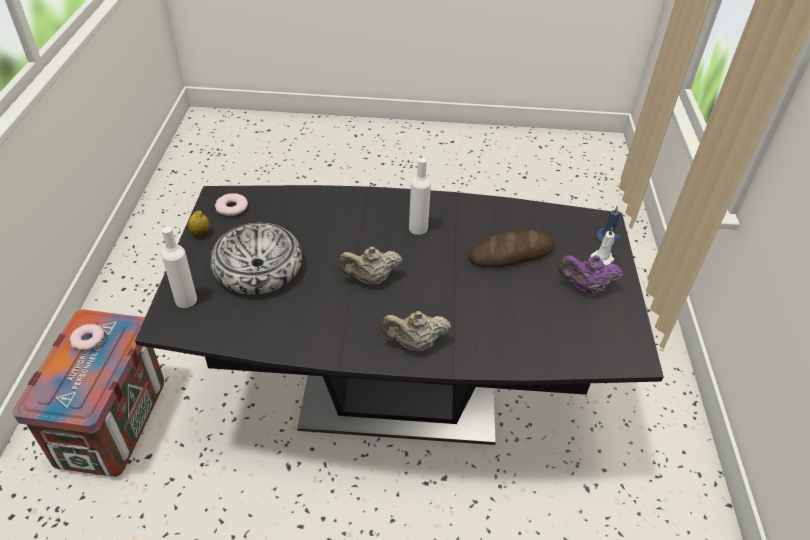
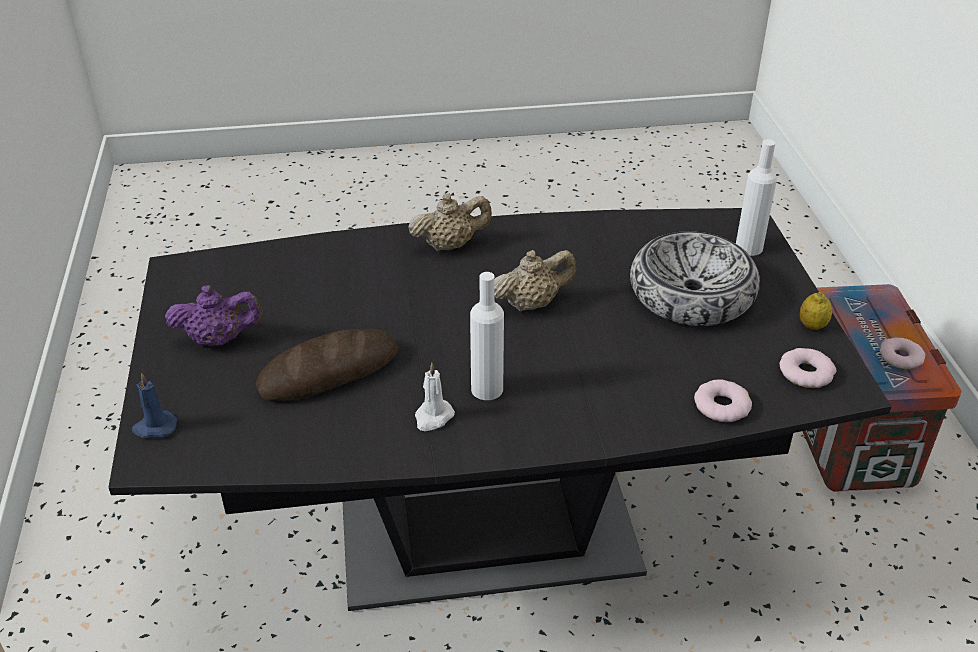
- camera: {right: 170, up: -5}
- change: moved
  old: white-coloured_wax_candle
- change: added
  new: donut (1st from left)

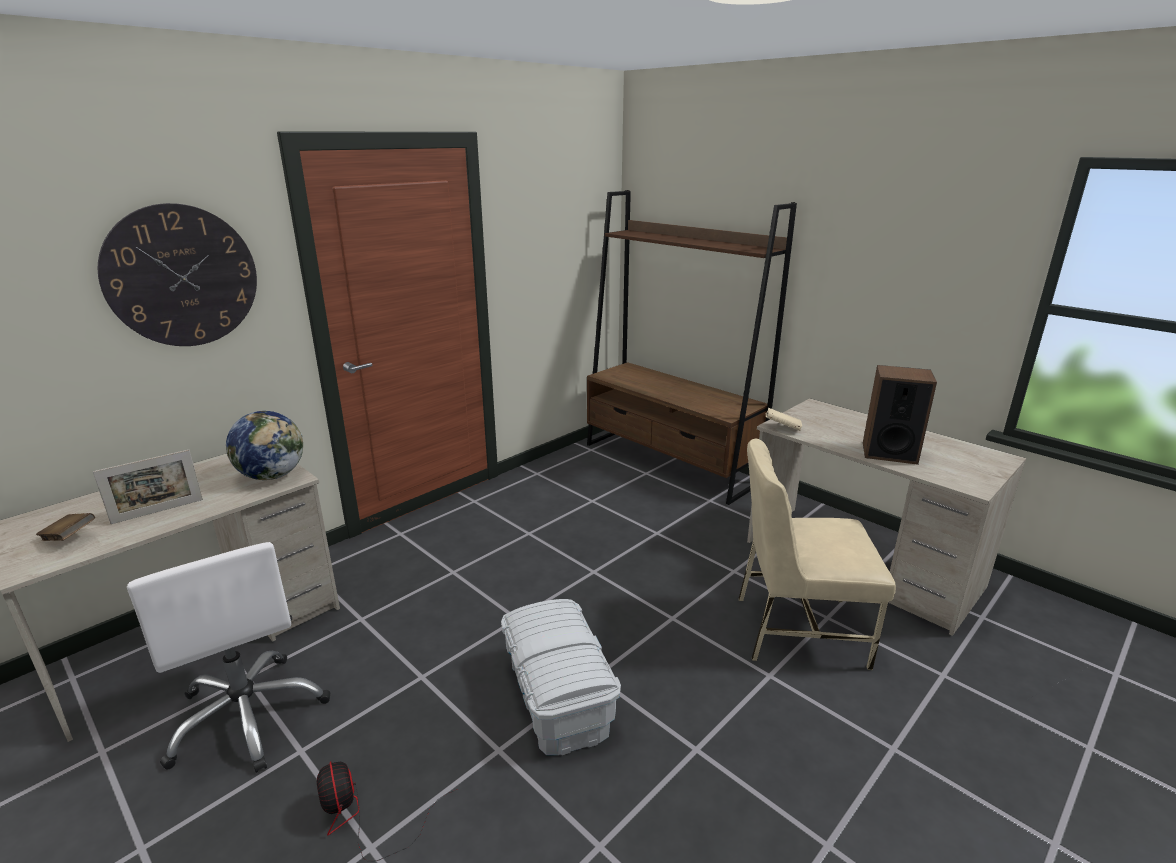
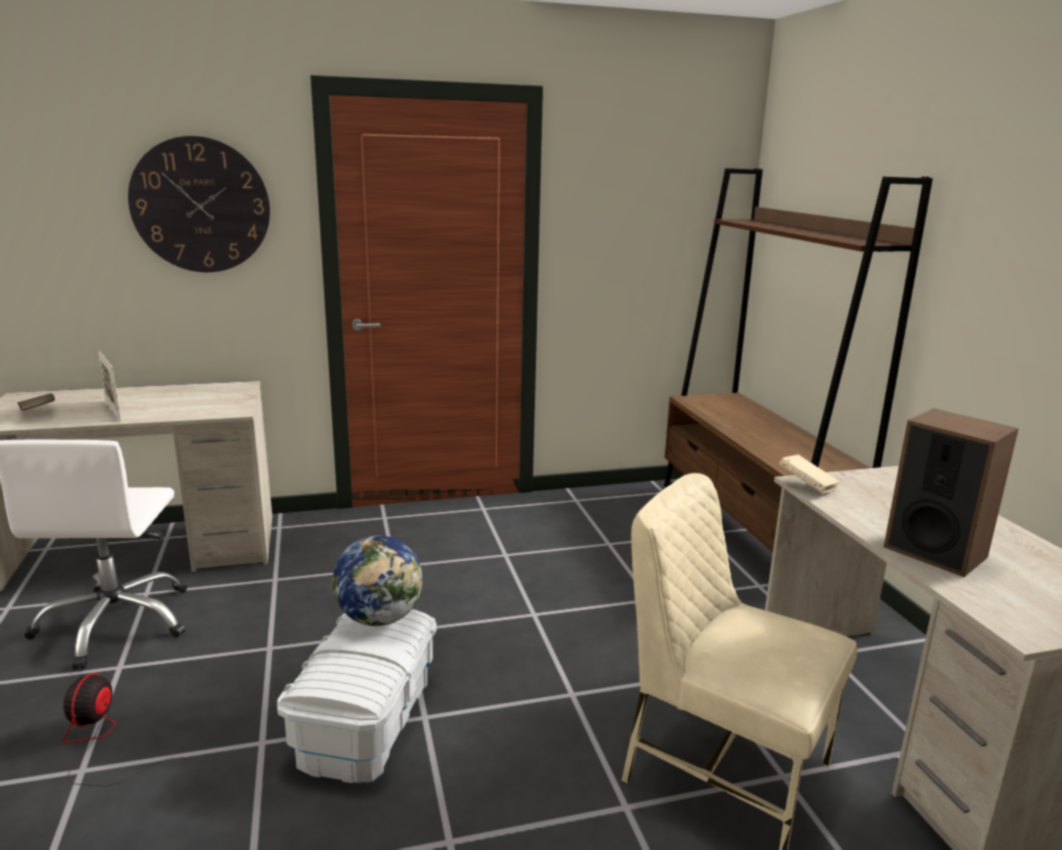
- camera: {right: 30, up: -5}
- change: moved
  old: desk_globe
- change: turned
  old: standing_frame
  degrees: 60

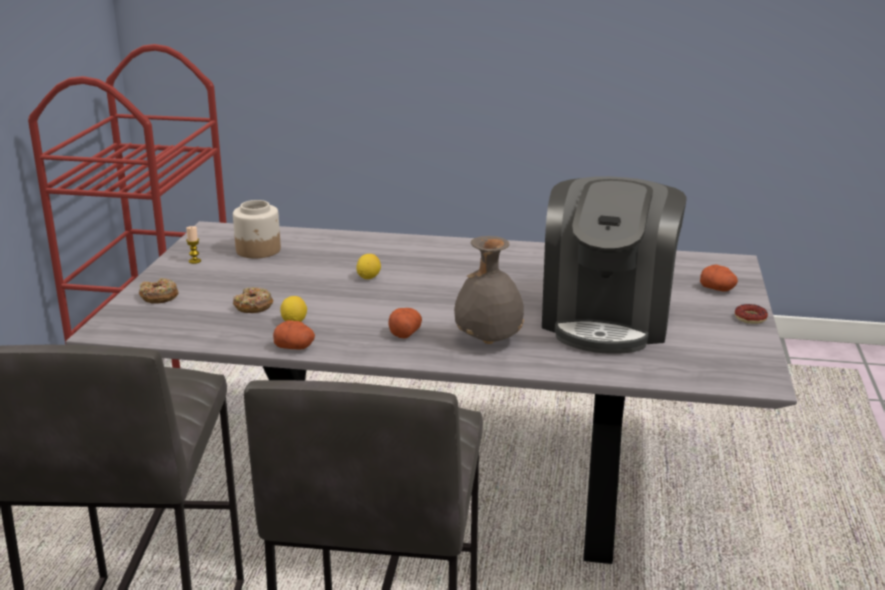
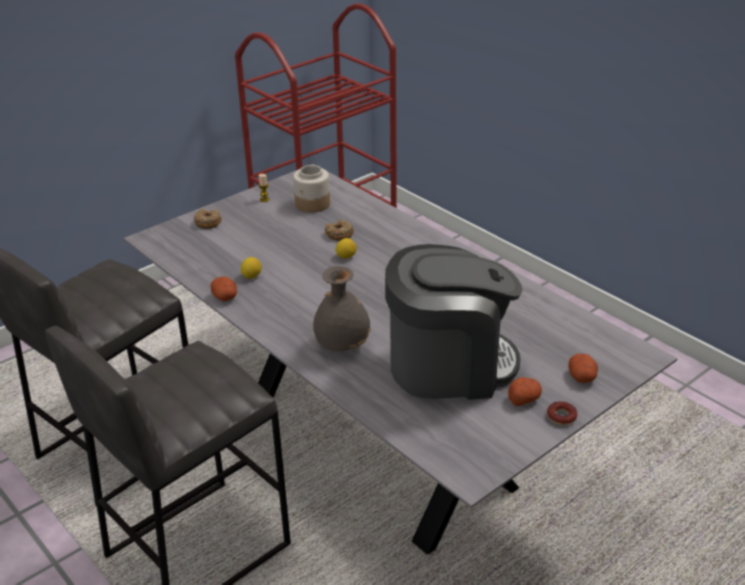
- camera: {right: 40, up: 10}
- change: turned
  old: coffee_machine
  degrees: -150
- change: moved
  old: donut (2nd from left)
- change: moved
  old: potato (2nd from left)

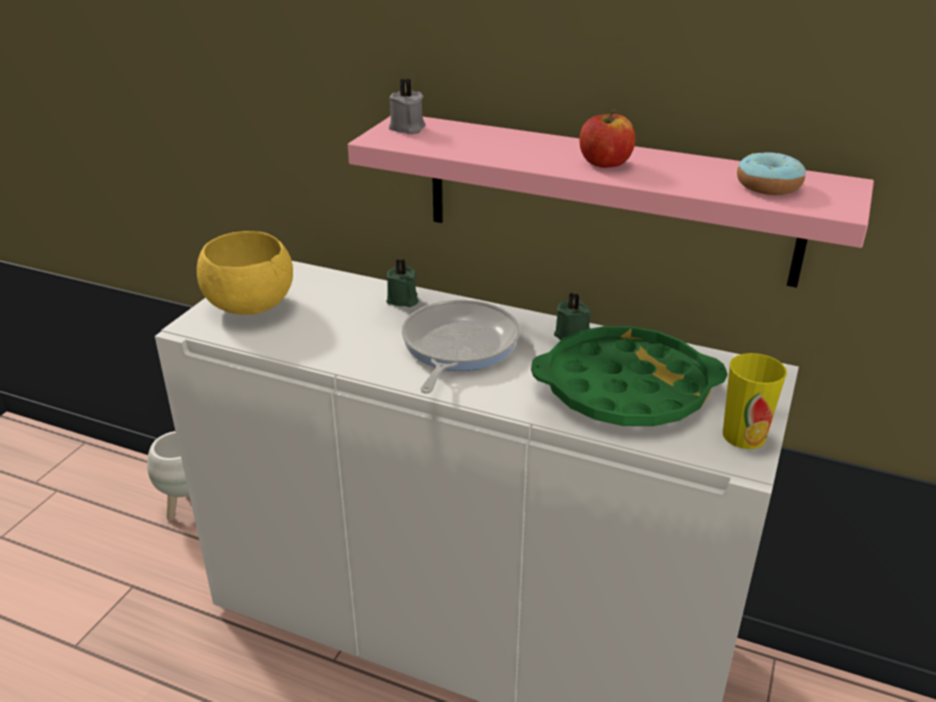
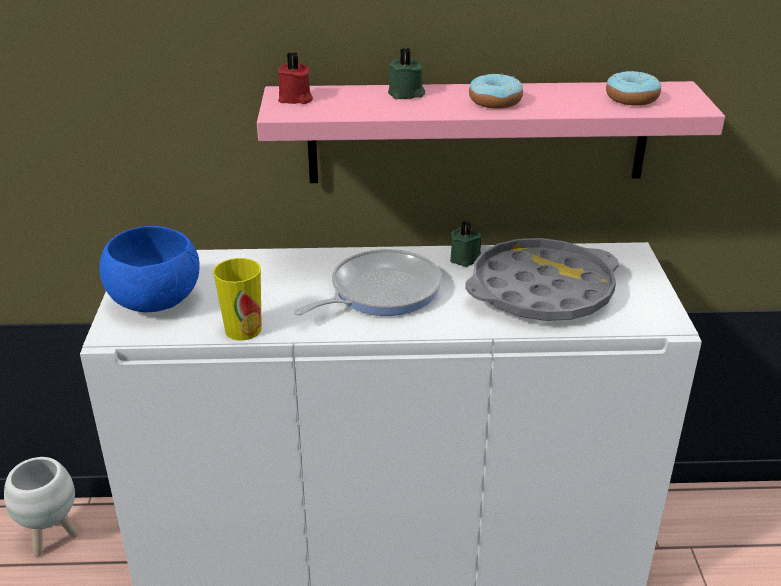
- camera: {right: -25, up: 0}
- change: recoloured
  old: gray_wax_candle
  new: red_wax_candle
- change: replaced
  old: apple
  new: donut (1st from left)
- change: recoloured
  old: yellow-coloured_deep_dish
  new: bluish_deep_dish
- change: moved
  old: green-coloured_wax_candle (1st from left)
- change: turned
  old: skillet
  degrees: 60
- change: recoloured
  old: green-coloured_carrying_tray
  new: gray_carrying_tray
- change: moved
  old: cup

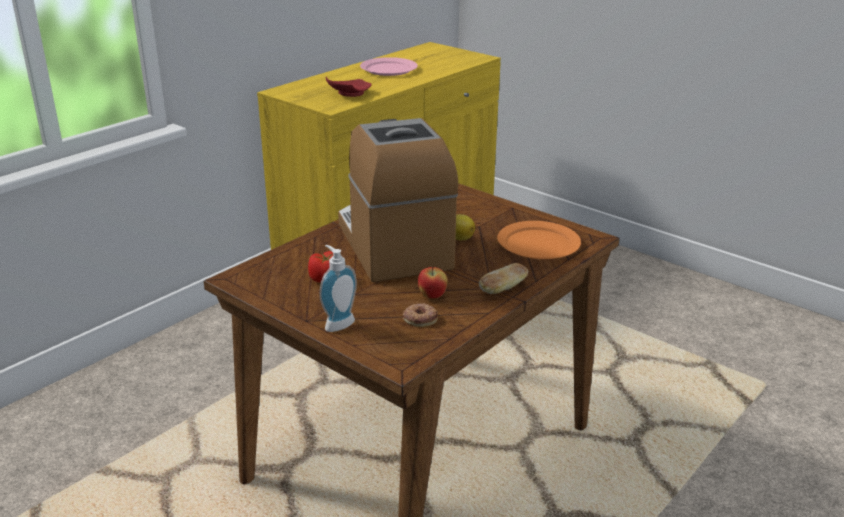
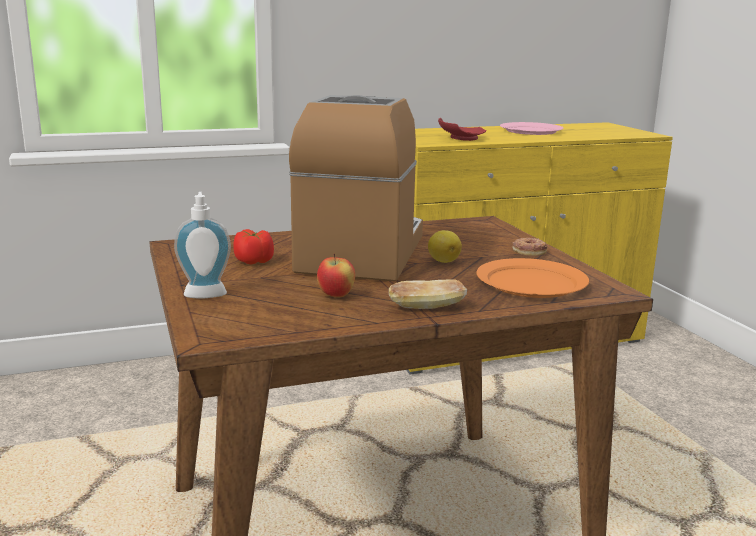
- camera: {right: 30, up: -10}
- change: moved
  old: donut

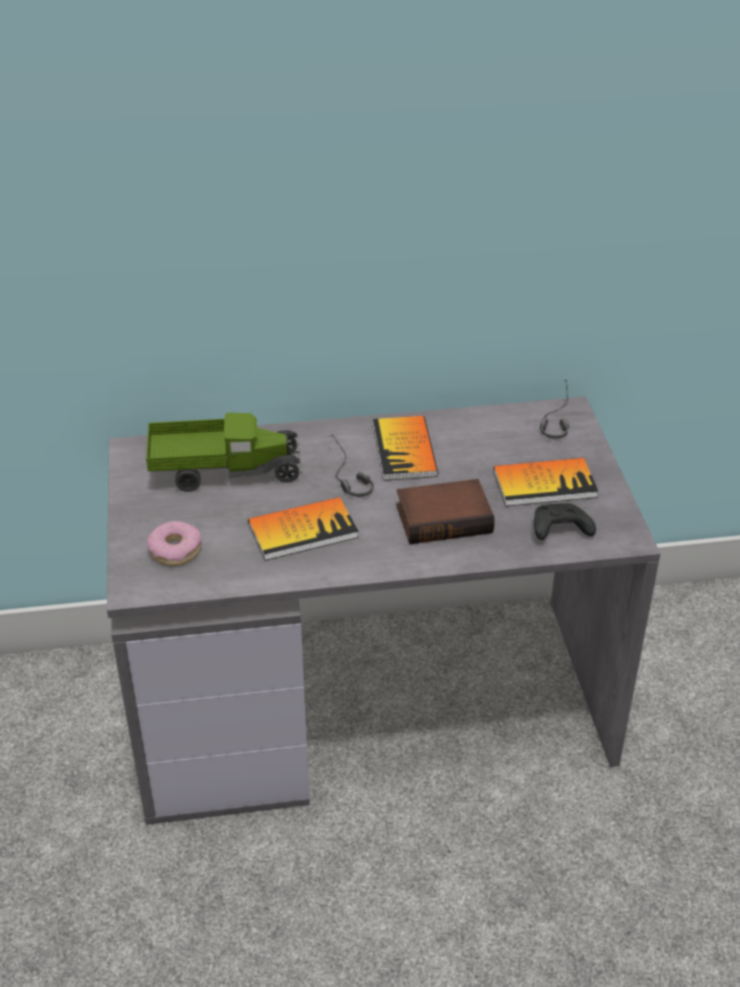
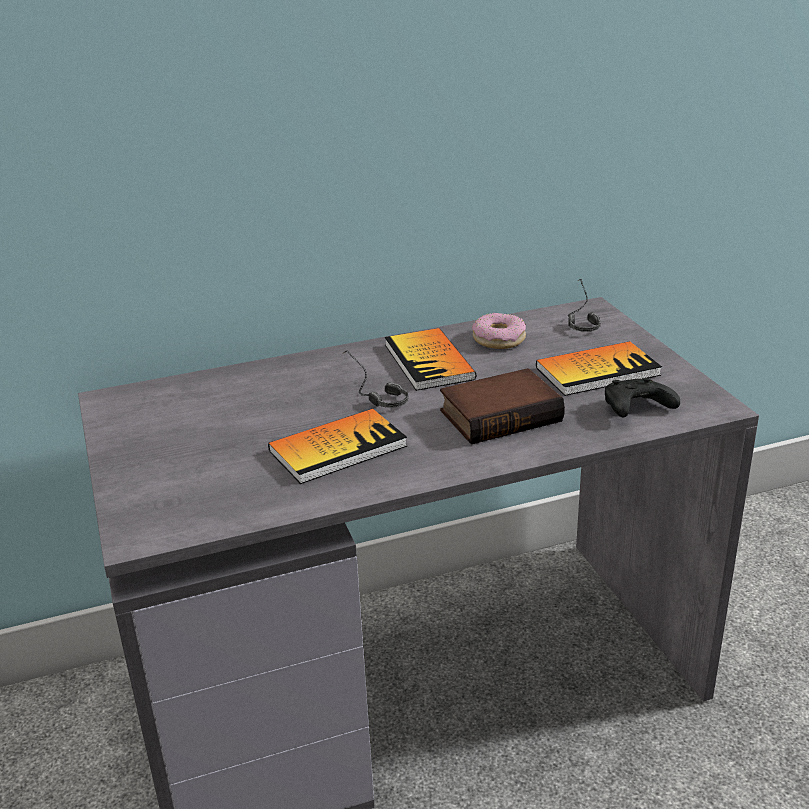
- camera: {right: -10, up: -10}
- change: removed
  old: model_truck
- change: moved
  old: donut

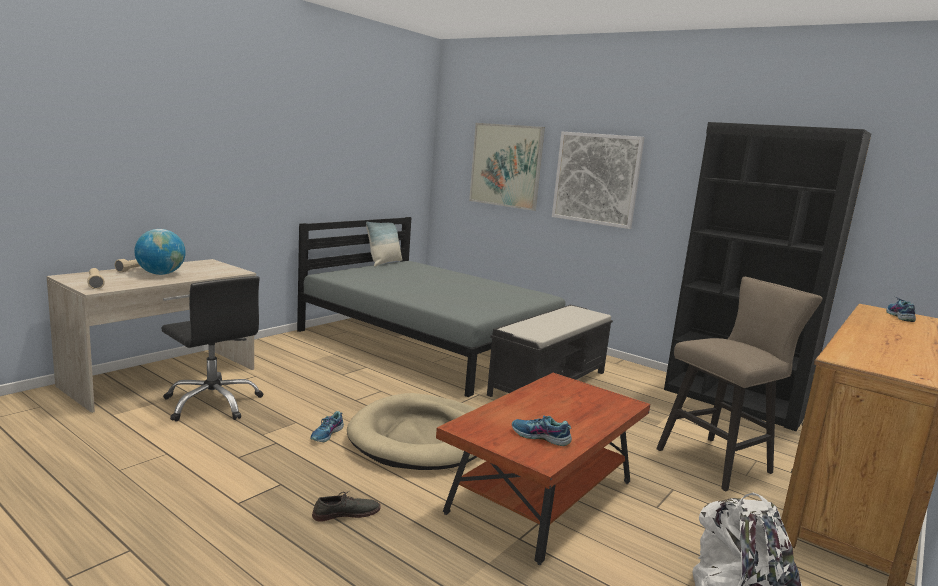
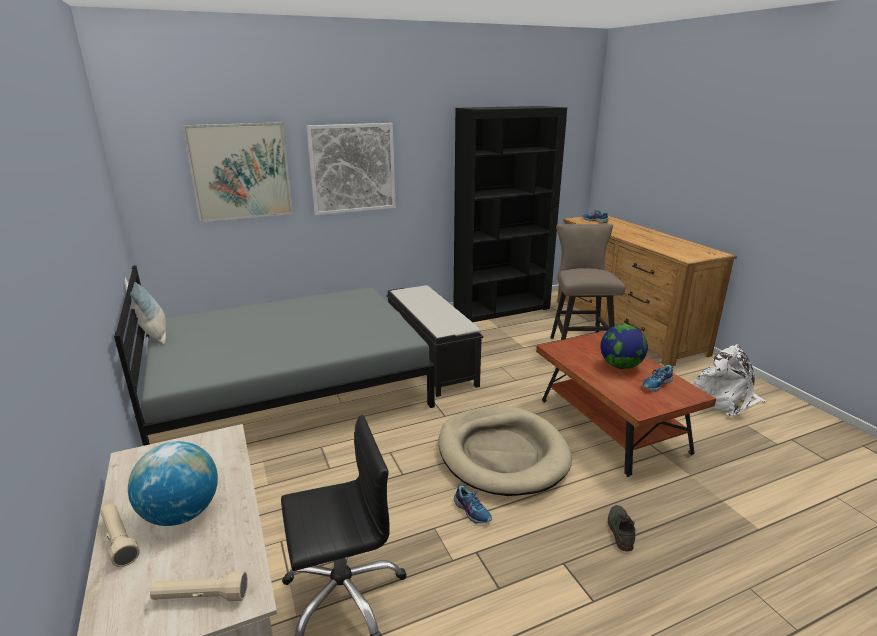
- camera: {right: -60, up: 10}
- change: added
  new: desk_globe (2nd from left)

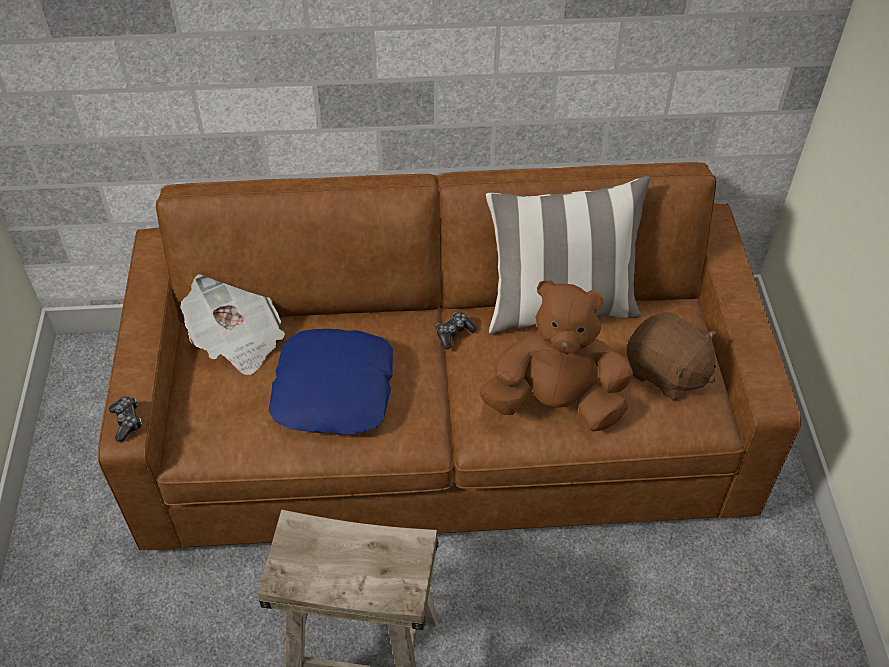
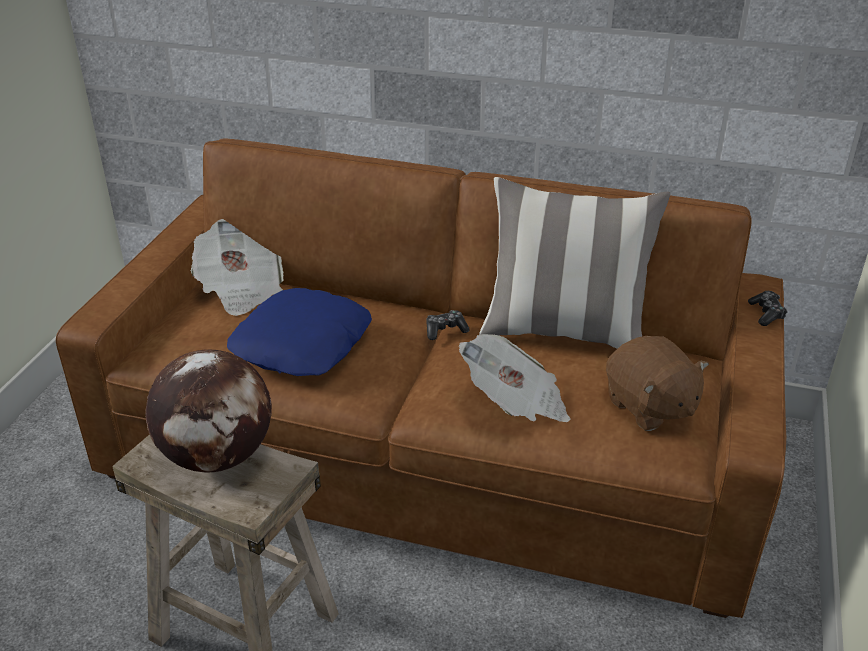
- camera: {right: 20, up: -15}
- change: replaced
  old: brown_plush_toy (1st from left)
  new: daily_paper (2nd from left)
- change: moved
  old: joypad (1st from left in the first image)
  new: joypad (2nd from left)
- change: added
  new: desk_globe

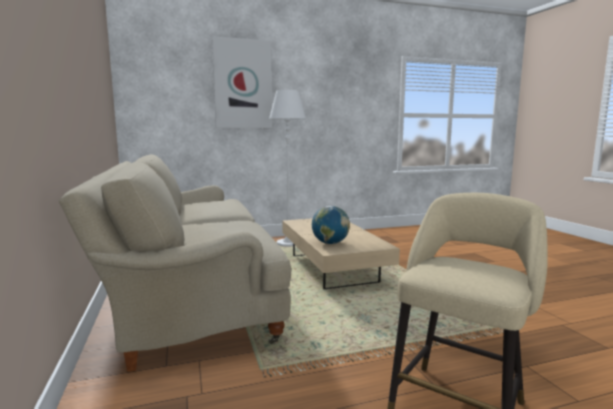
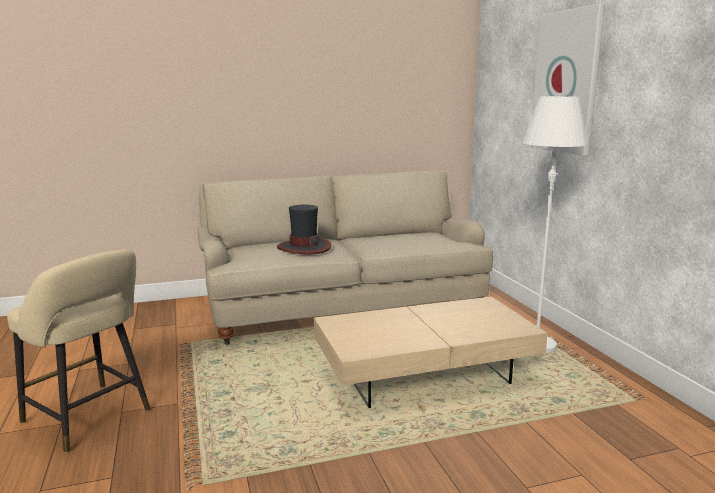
- camera: {right: 90, up: 5}
- change: removed
  old: desk_globe
- change: added
  new: wearable_hat

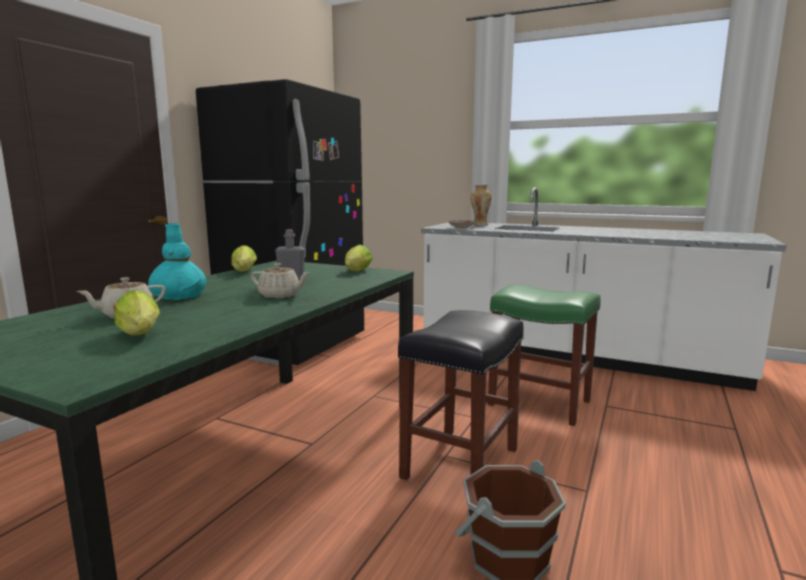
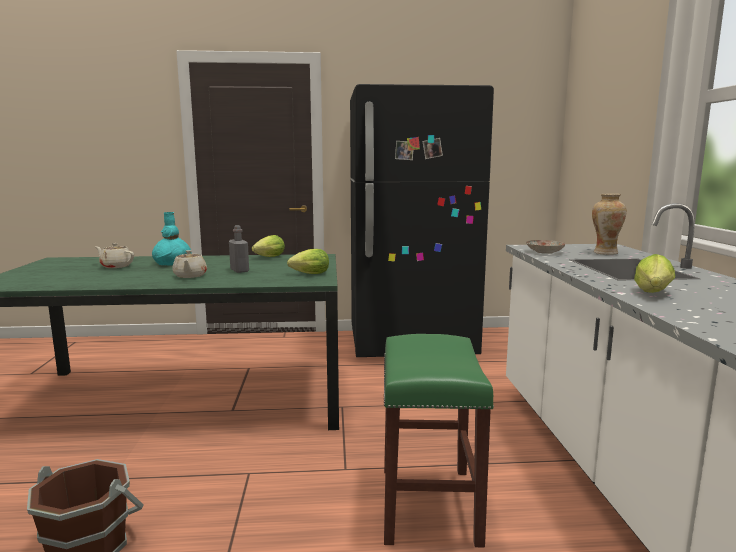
- camera: {right: 60, up: 0}
- change: moved
  old: lettuce_head (1st from left in the first image)
  new: lettuce_head (3rd from left)
- change: removed
  old: blackish_sitting_stool

